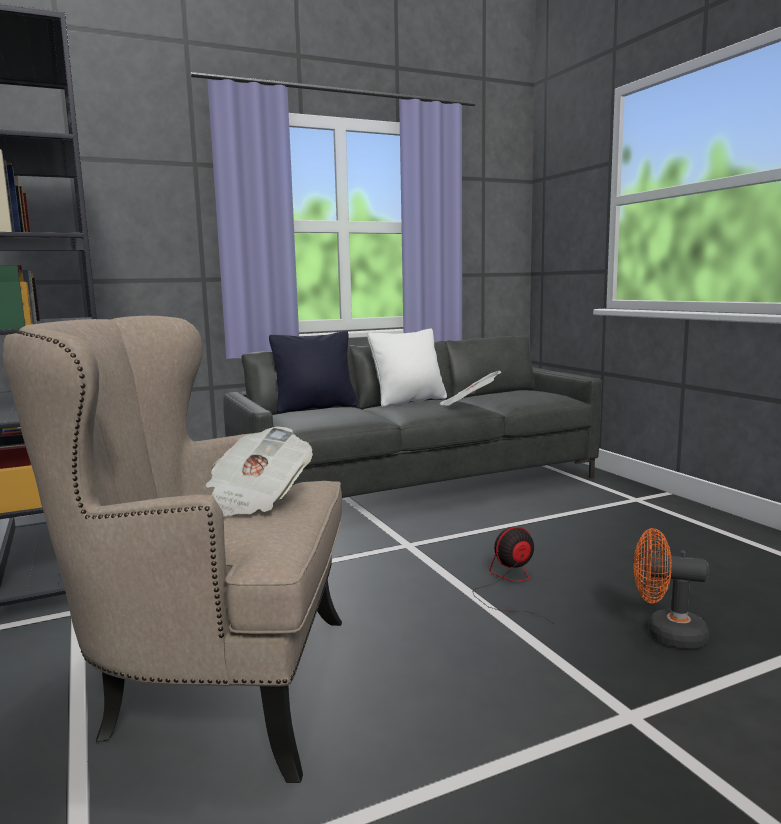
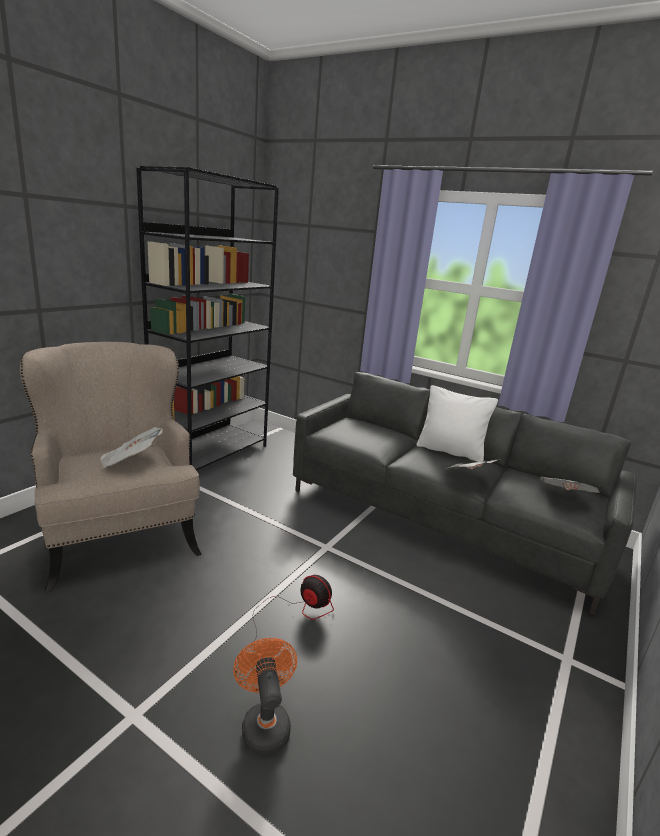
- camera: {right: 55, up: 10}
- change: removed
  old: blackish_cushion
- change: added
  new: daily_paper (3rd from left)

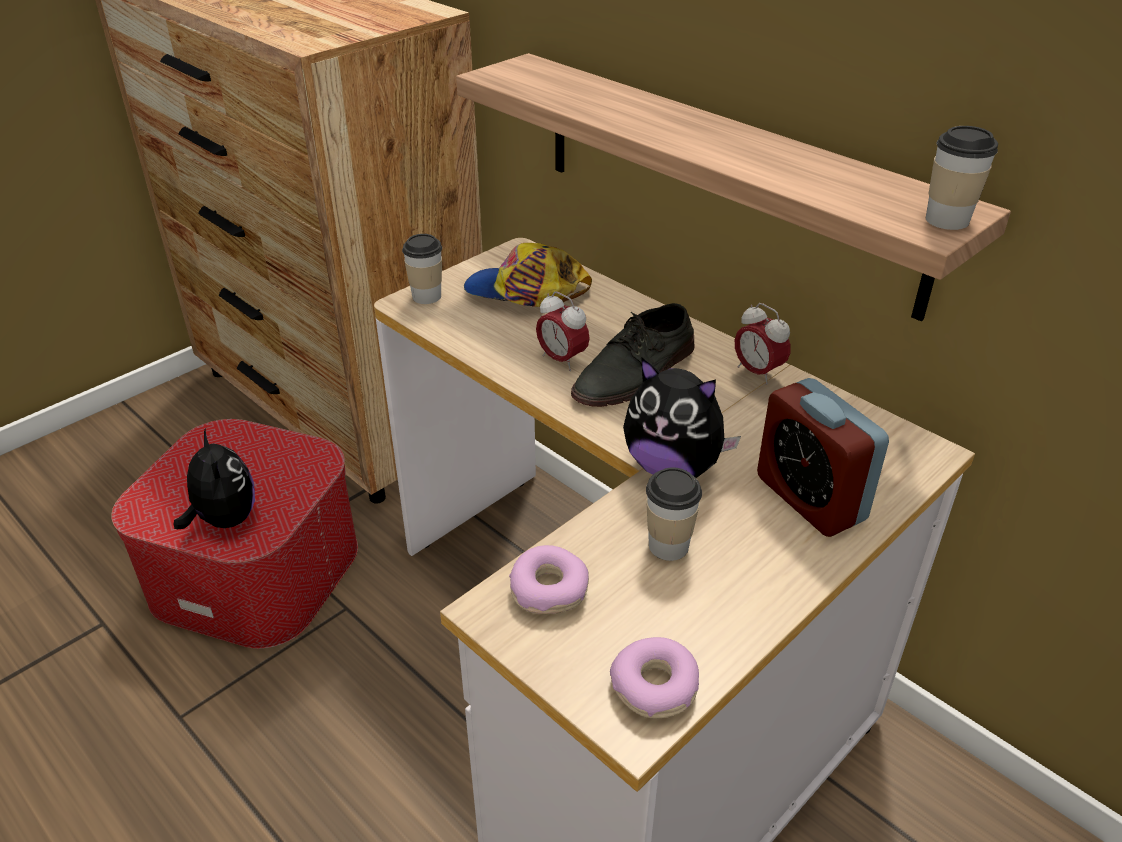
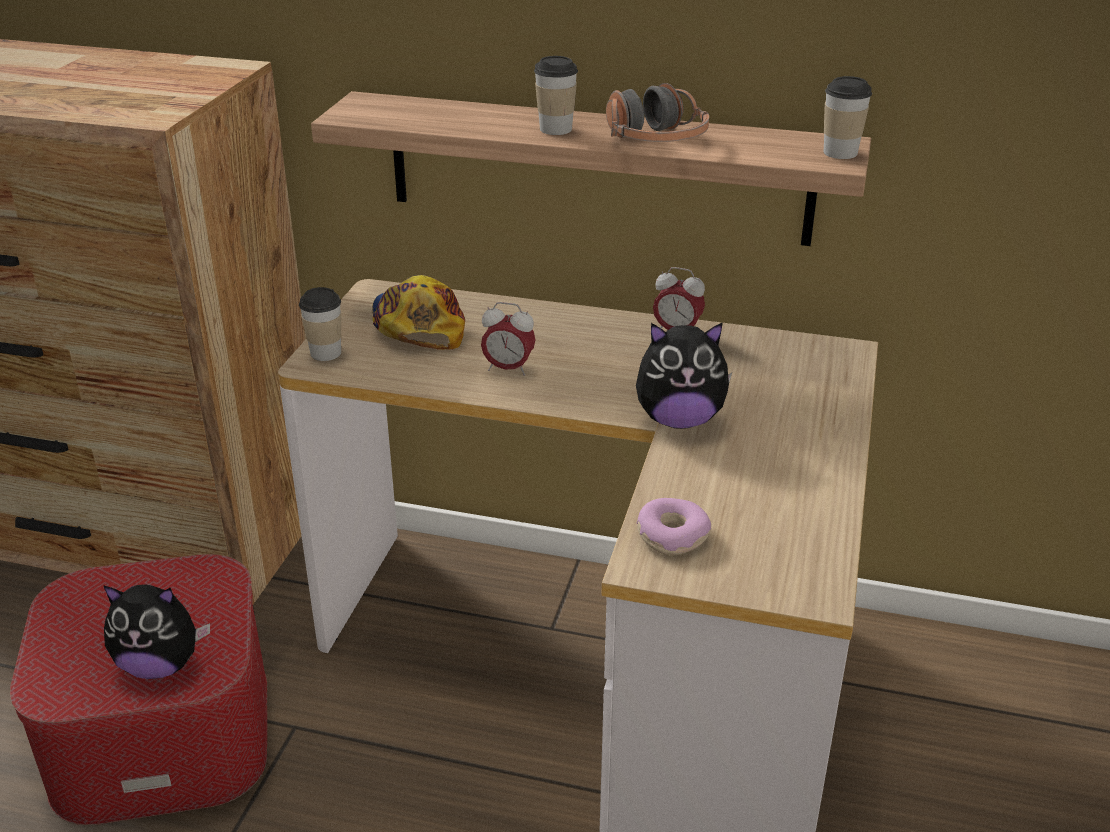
- camera: {right: -30, up: -5}
- change: turned
  old: cap
  degrees: 90
- change: removed
  old: gray_shoe
- change: removed
  old: bedside_clock (3rd from left)
- change: turned
  old: plush_toy (1st from left)
  degrees: 150
- change: moved
  old: cup (2nd from left)
- change: removed
  old: donut (2nd from left)
- change: added
  new: headset

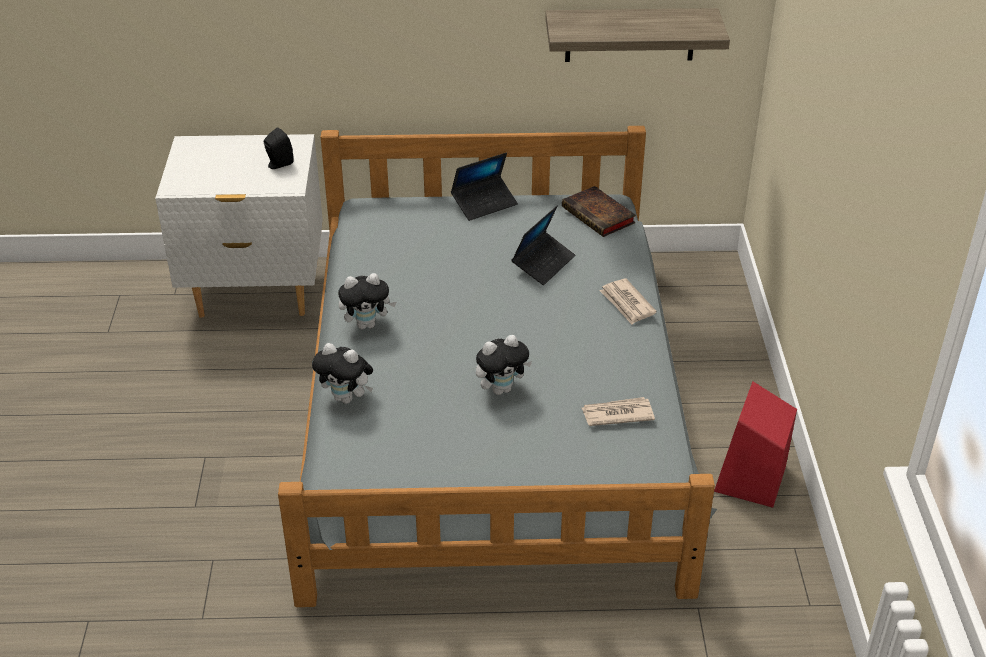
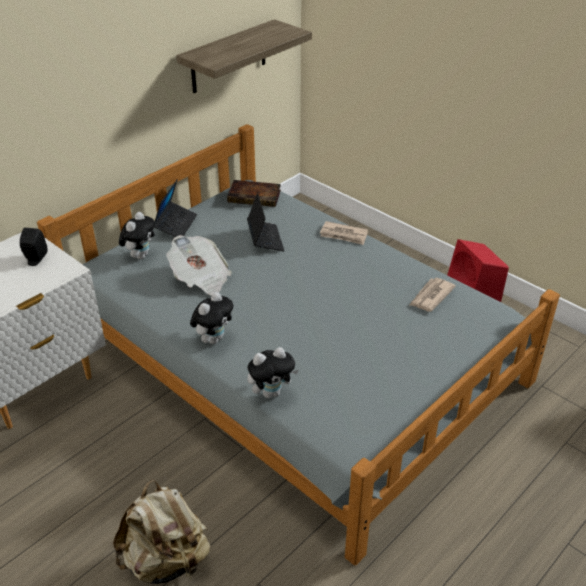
- camera: {right: -45, up: 0}
- change: moved
  old: plush_toy (3rd from left in the first image)
  new: plush_toy (1st from left)
- change: added
  new: daily_paper (1st from left)
- change: added
  new: sand-coloured_backpack

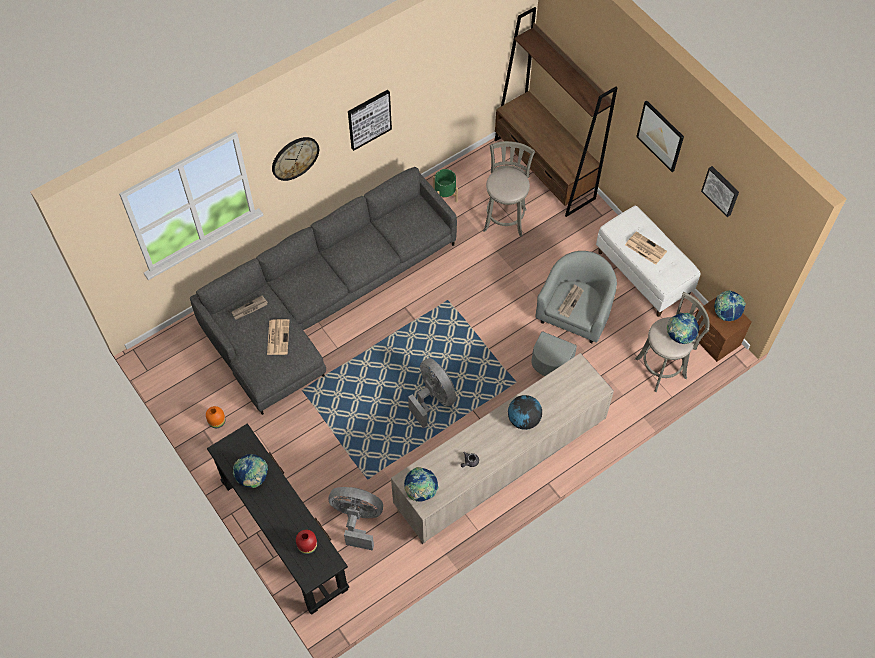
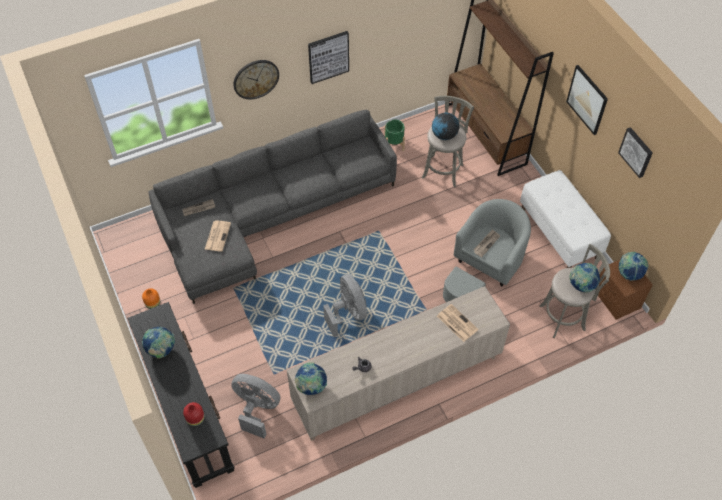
- camera: {right: 10, up: -5}
- change: moved
  old: daily_paper (4th from left in the first image)
  new: daily_paper (3rd from left)
- change: moved
  old: desk_globe (3rd from left)

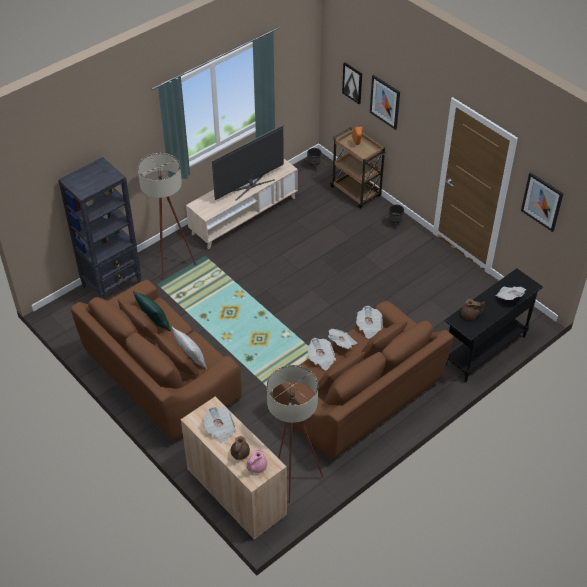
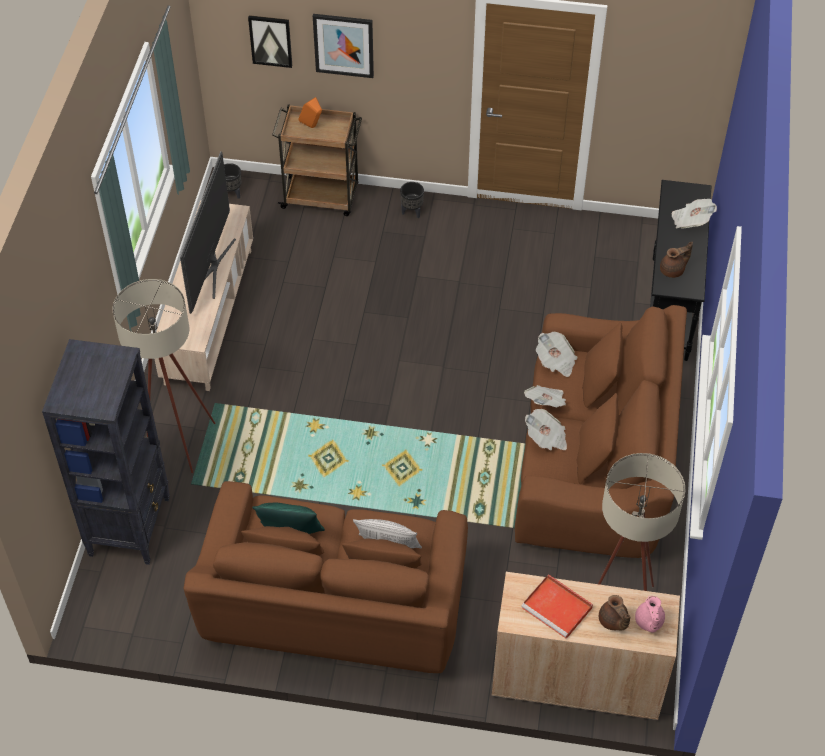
- camera: {right: -40, up: 5}
- change: removed
  old: picture (3rd from left)
- change: replaced
  old: daily_paper (1st from left)
  new: red_carrying_tray

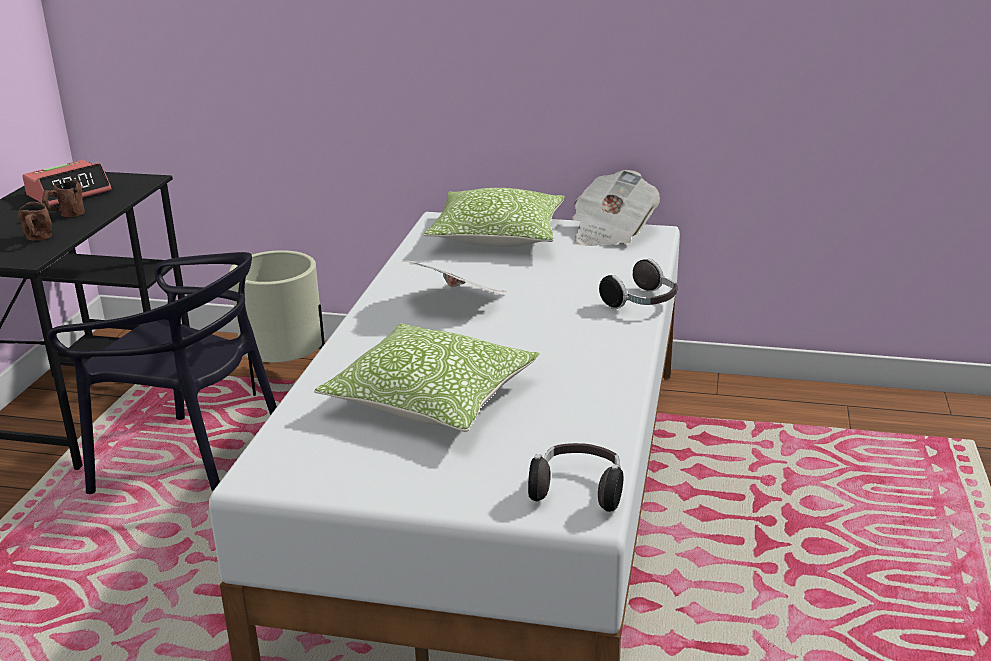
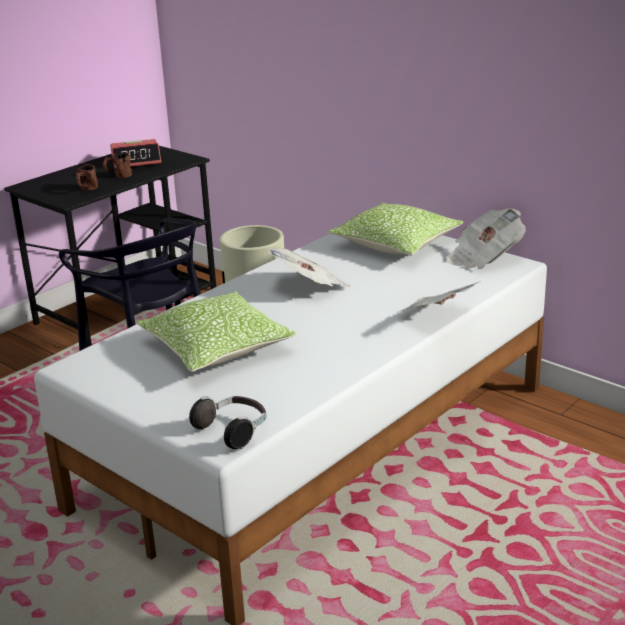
- camera: {right: 30, up: 0}
- change: replaced
  old: headset (2nd from left)
  new: daily_paper (2nd from left)

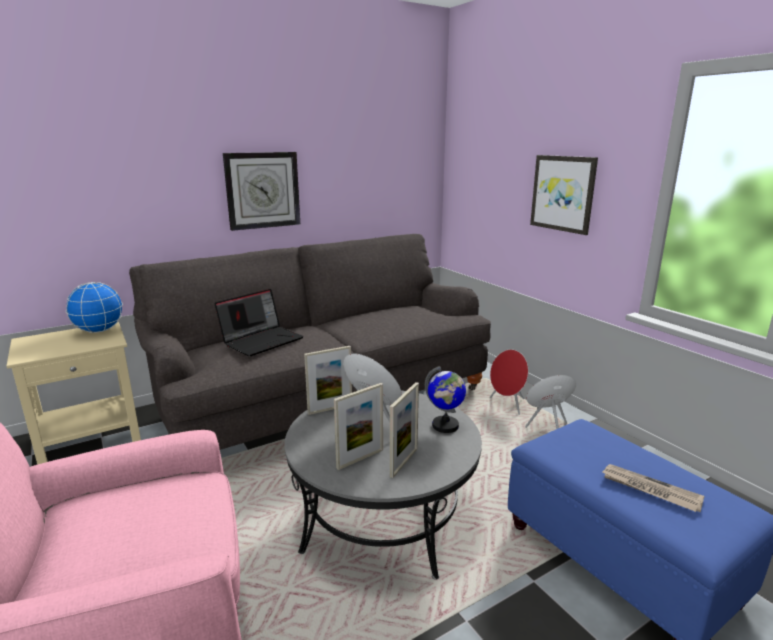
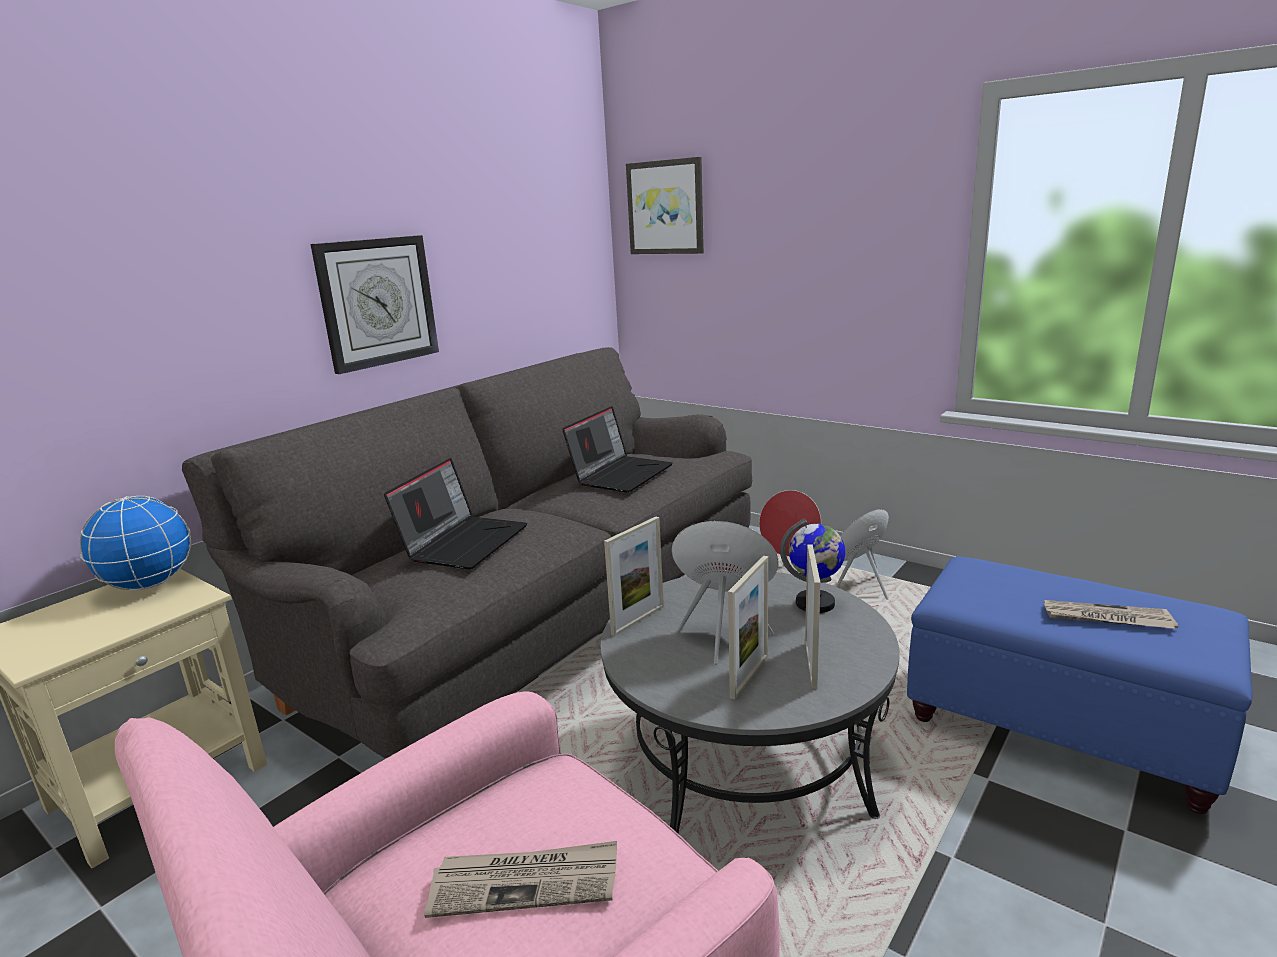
- camera: {right: -20, up: 0}
- change: moved
  old: picture
- change: added
  new: laptop (2nd from left)
- change: added
  new: daily_paper (1st from left)

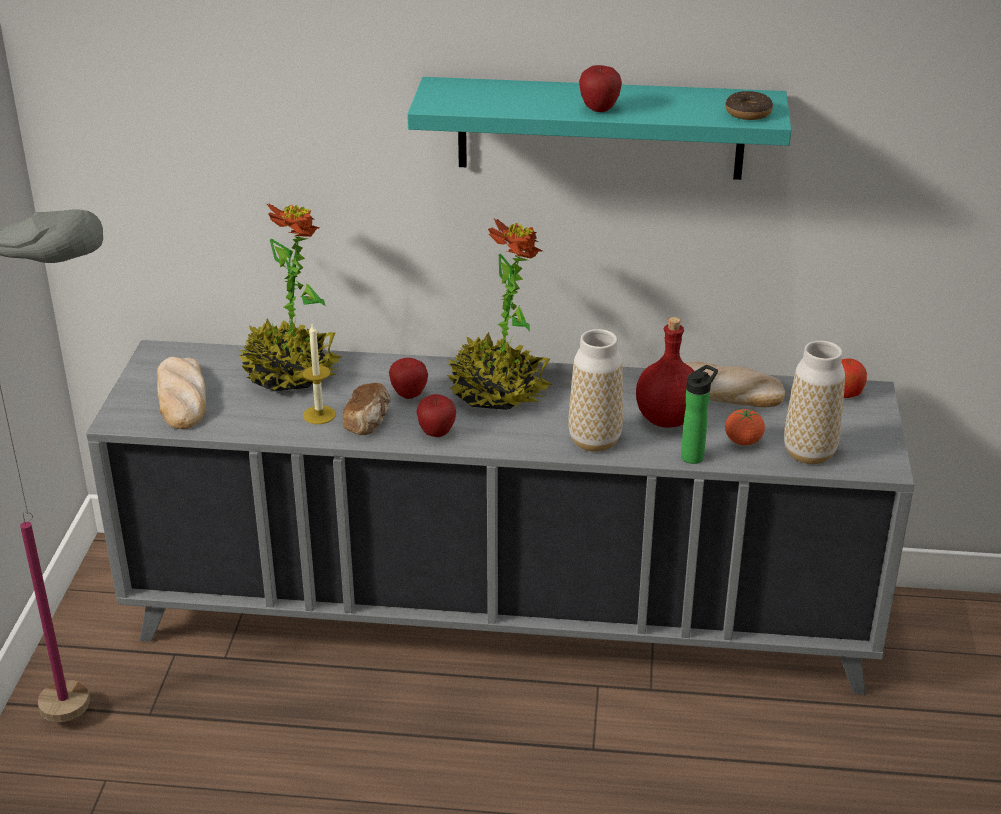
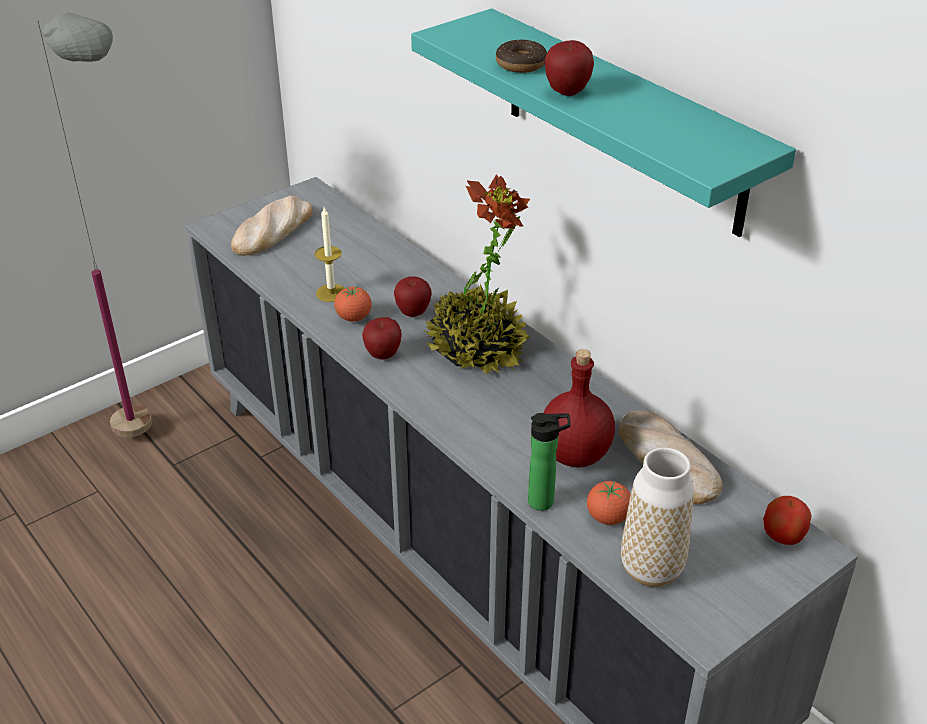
- camera: {right: 45, up: 5}
- change: moved
  old: donut
- change: removed
  old: plant_in_a_pot (1st from left)
- change: removed
  old: decorative_vase (1st from left)
- change: replaced
  old: baked_bread (2nd from left)
  new: tomato (1st from left)

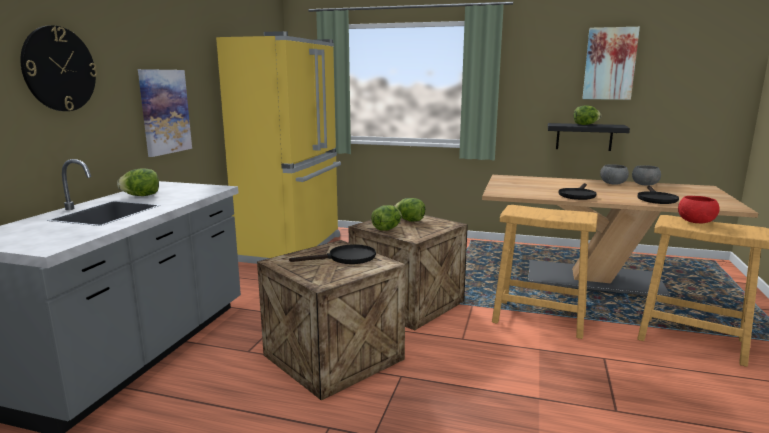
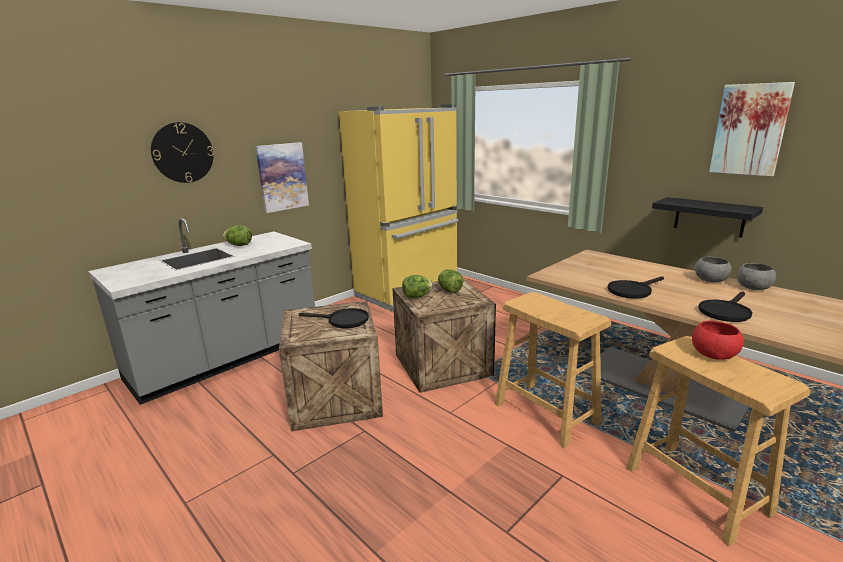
- camera: {right: 30, up: 5}
- change: removed
  old: lettuce_head (4th from left)

